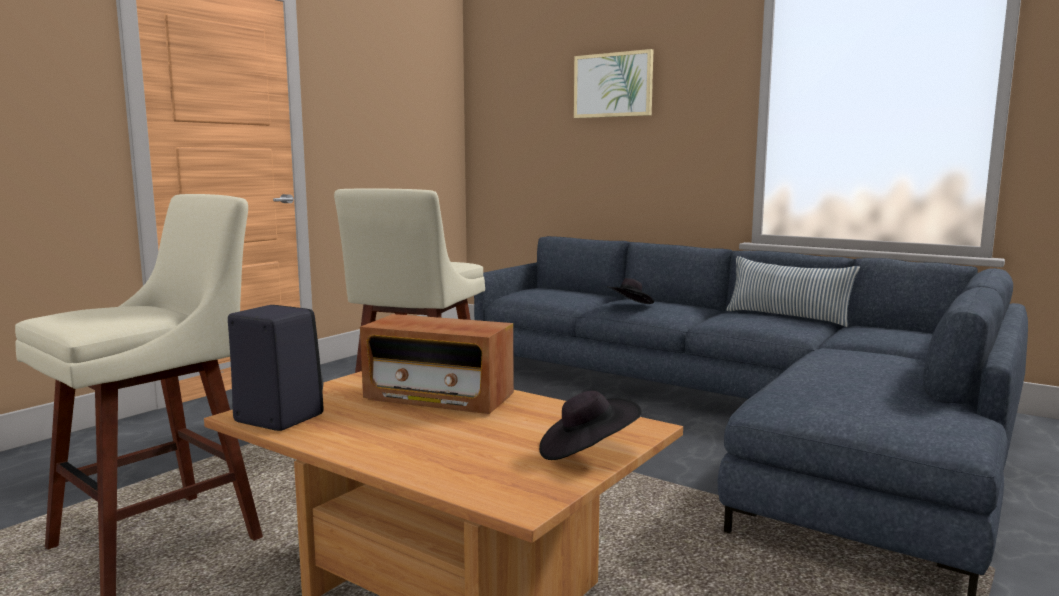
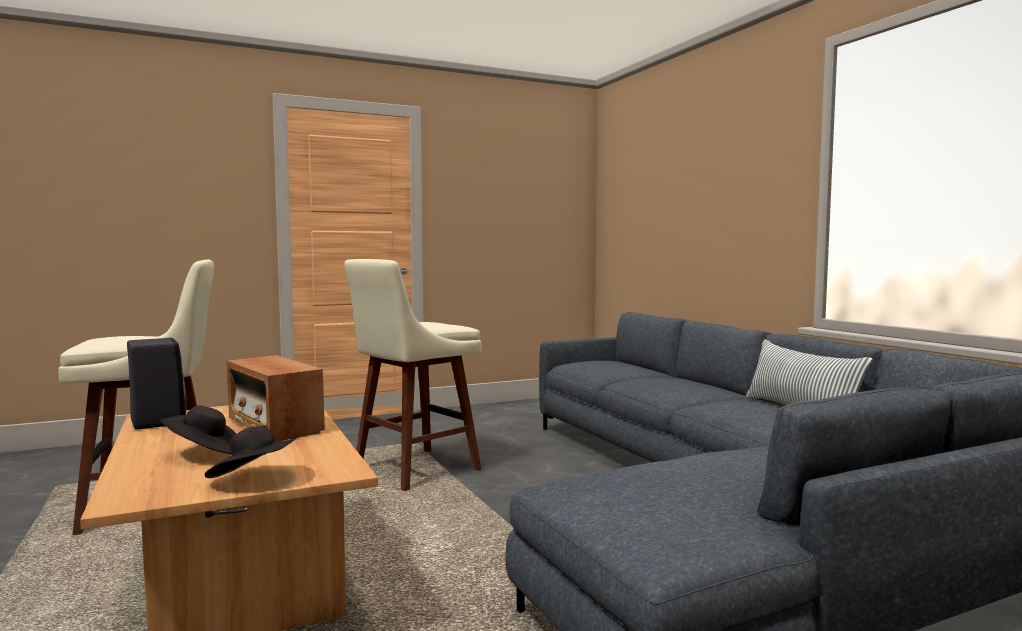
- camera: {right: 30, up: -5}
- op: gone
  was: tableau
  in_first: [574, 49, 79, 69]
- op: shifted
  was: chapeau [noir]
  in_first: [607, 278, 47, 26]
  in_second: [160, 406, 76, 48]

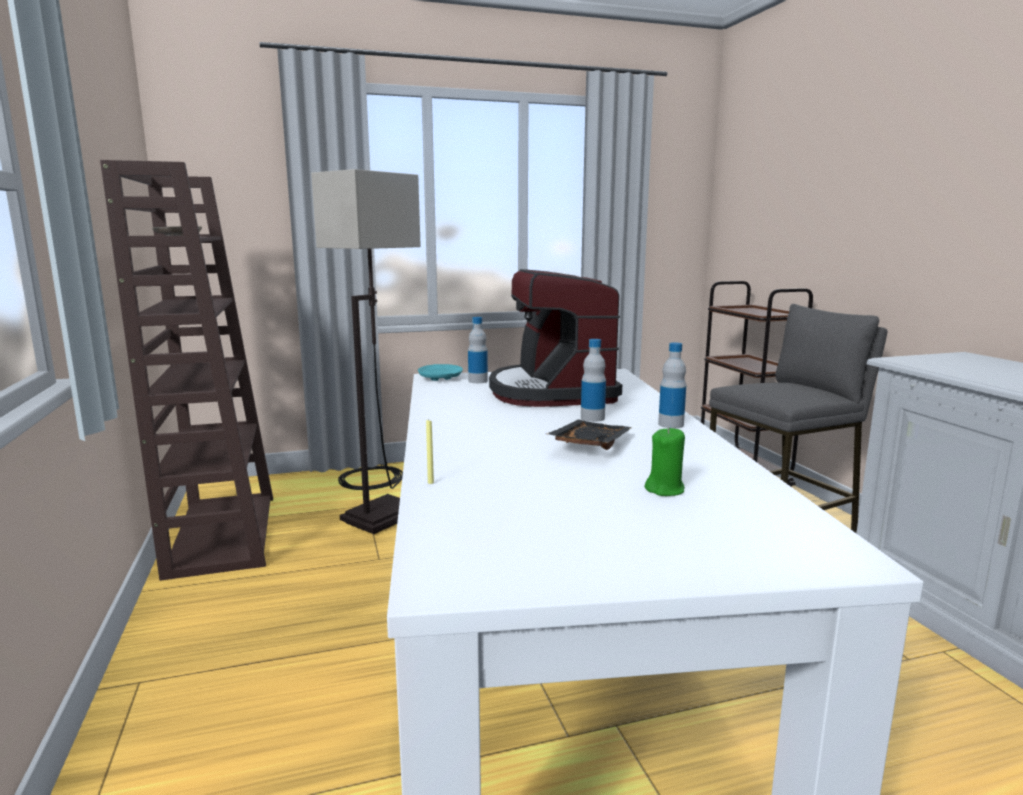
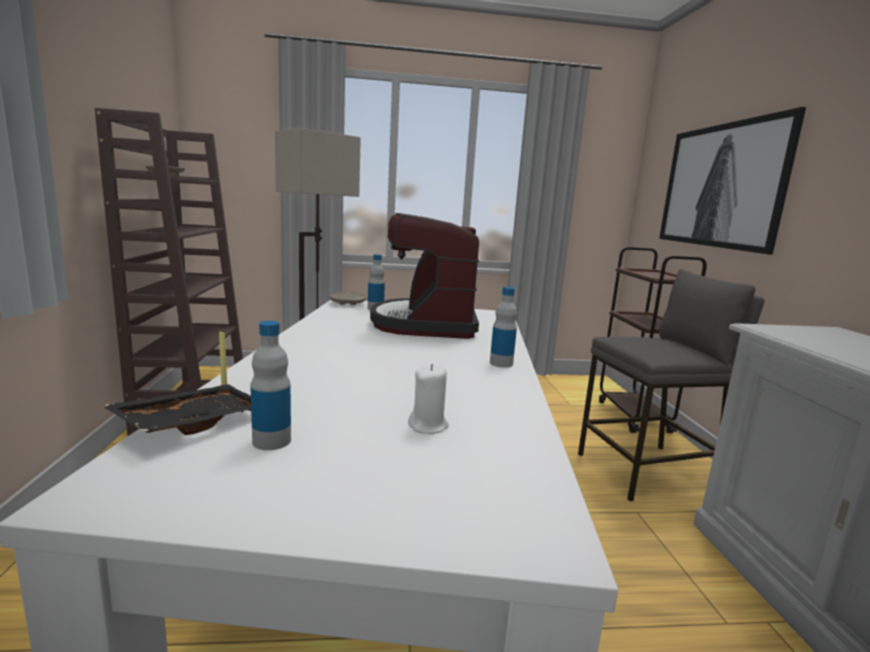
- camera: {right: 10, up: 0}
- op: repainted
  was: assiette [turquoise]
  now: assiette [beige]
  in_first: [418, 364, 45, 17]
  in_second: [329, 292, 38, 13]
- op: shifted
  was: plateau [noir]
  in_first: [546, 420, 87, 30]
  in_second: [101, 384, 150, 51]
- op: shifted
  was: bouteille
  in_first: [581, 339, 25, 83]
  in_second: [250, 321, 41, 129]
- op: repainted
  was: bougie [vert]
  now: bougie [blanc]
  in_first: [645, 427, 40, 69]
  in_second: [408, 364, 41, 70]
- op: new
  now: tableau
  in_second: [659, 107, 147, 148]

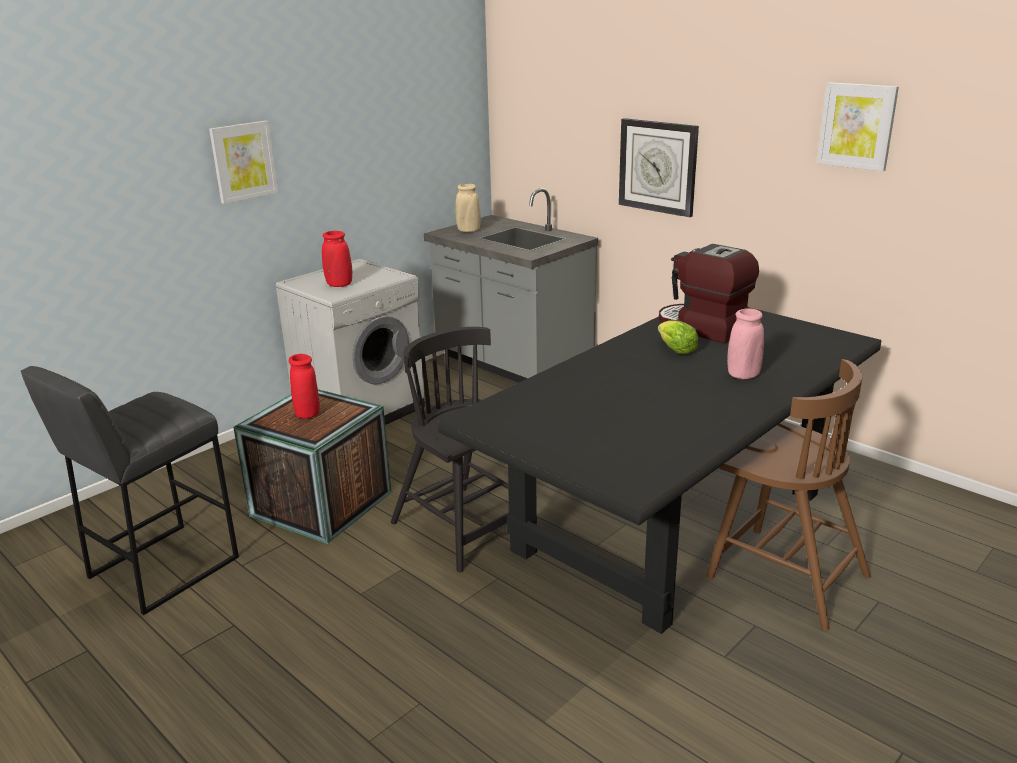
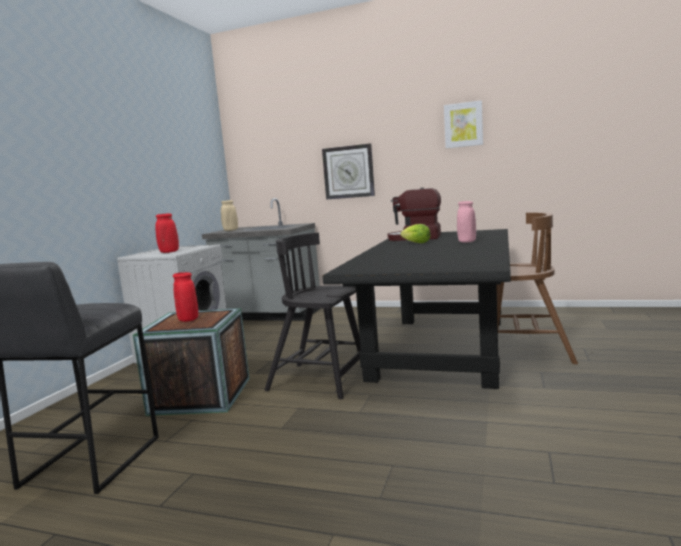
- camera: {right: -25, up: -15}
- op: gone
  was: tableau
  in_first: [209, 121, 69, 83]

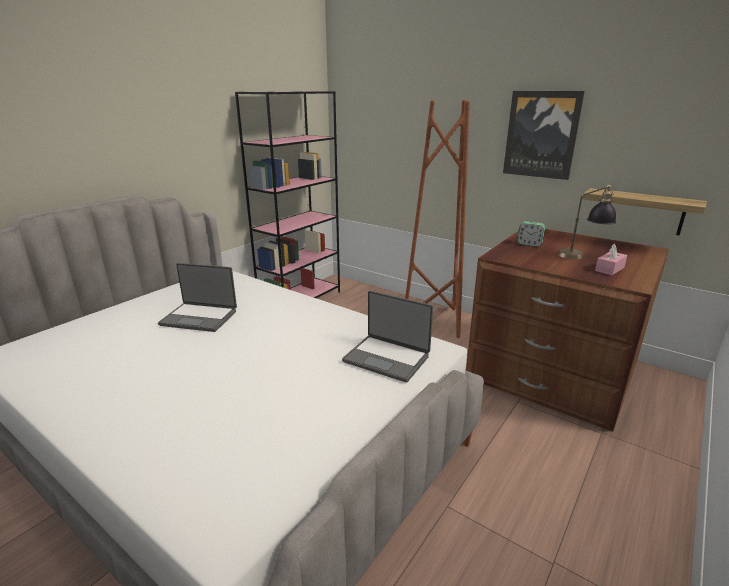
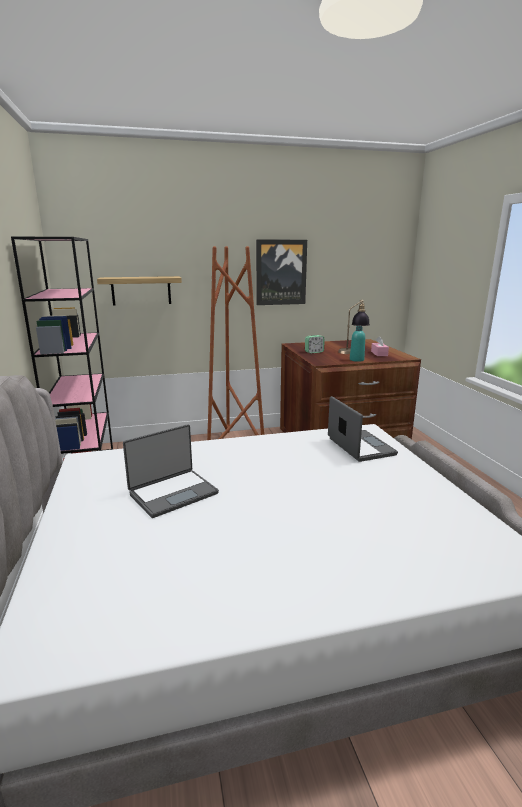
- camera: {right: -50, up: -5}
- op: rotated
  was: ordinateur portable
  in_first: [342, 291, 91, 92]
  in_second: [328, 396, 70, 66]
  clockwise: -90
- op: shifted
  was: étagère
  in_first: [582, 188, 125, 47]
  in_second: [97, 276, 85, 30]
- op: new
  now: bouteille [turquoise]
  in_second: [350, 326, 15, 36]

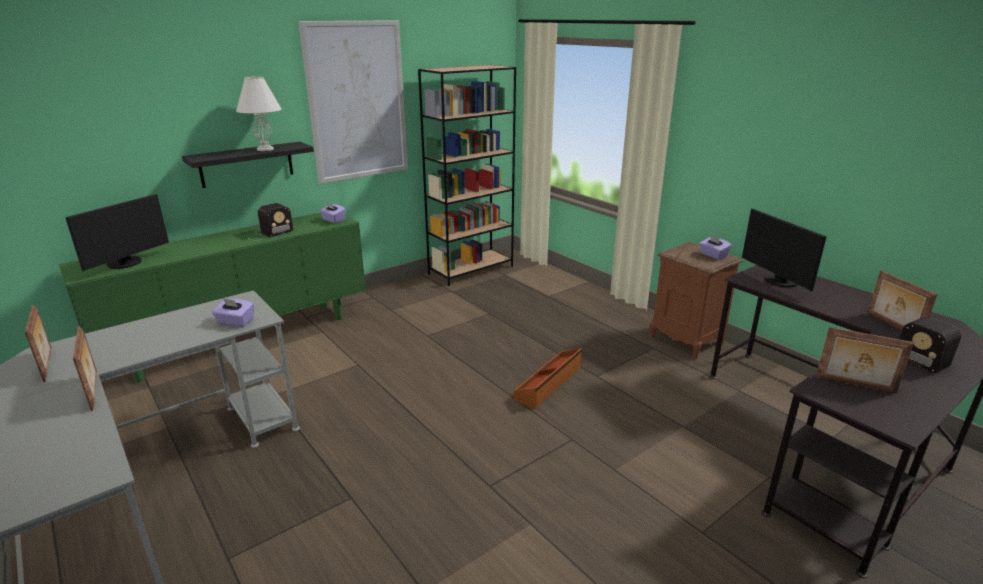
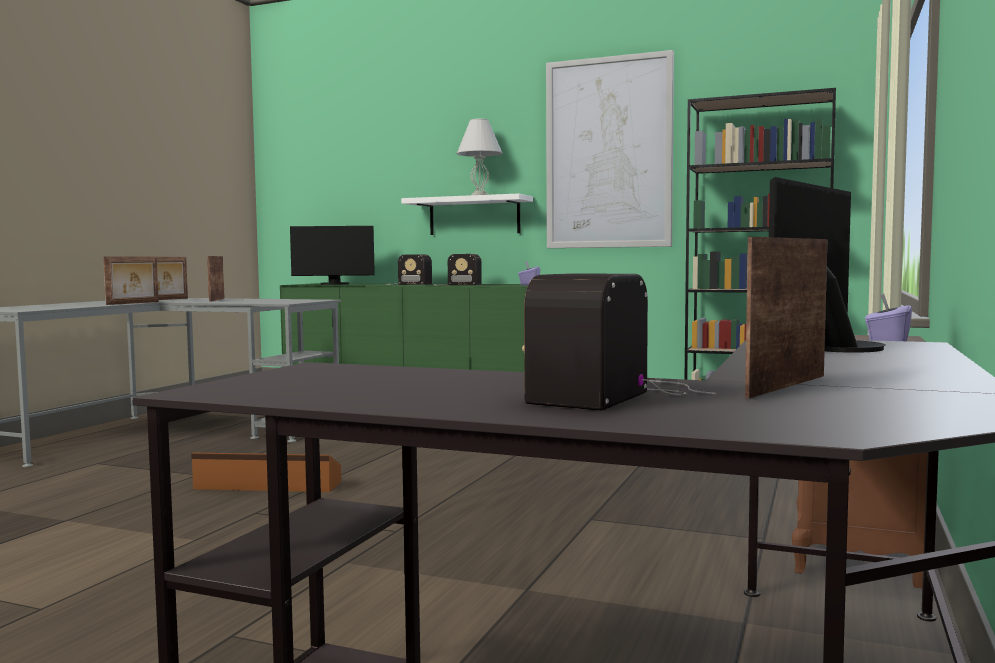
- camera: {right: 60, up: -20}
- op: repainted
  was: étagère [noir]
  now: étagère [blanc]
  in_first: [182, 142, 132, 46]
  in_second: [401, 193, 132, 42]
- op: gone
  was: boîte à mouchoirs [violet]
  in_first: [212, 298, 42, 29]
- op: shifted
  was: boîte de rangement [marron]
  in_first: [514, 348, 68, 61]
  in_second: [191, 453, 150, 39]
- op: shifted
  was: cadre photo
  in_first: [816, 327, 98, 66]
  in_second: [207, 256, 18, 46]
- op: new
  now: radio
  in_second: [385, 254, 47, 31]

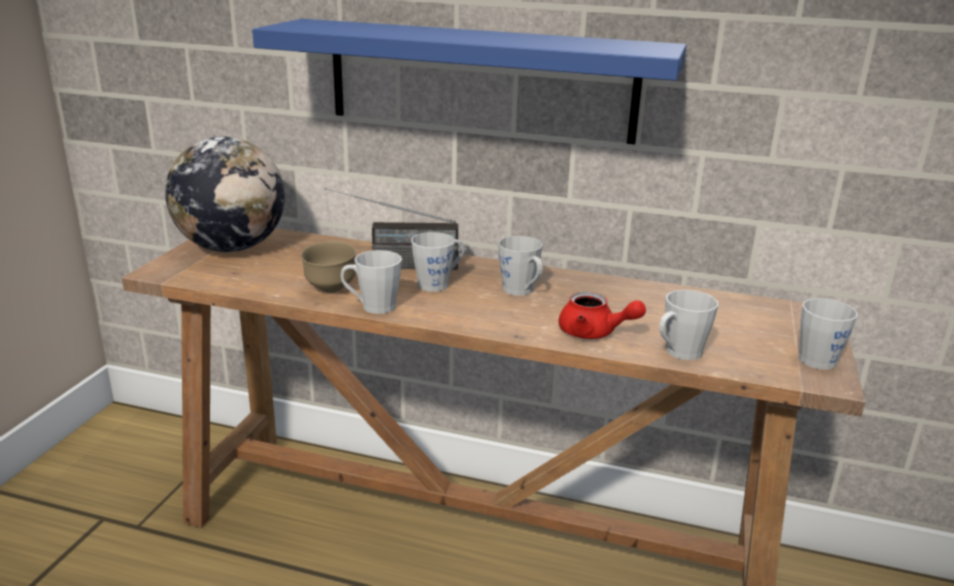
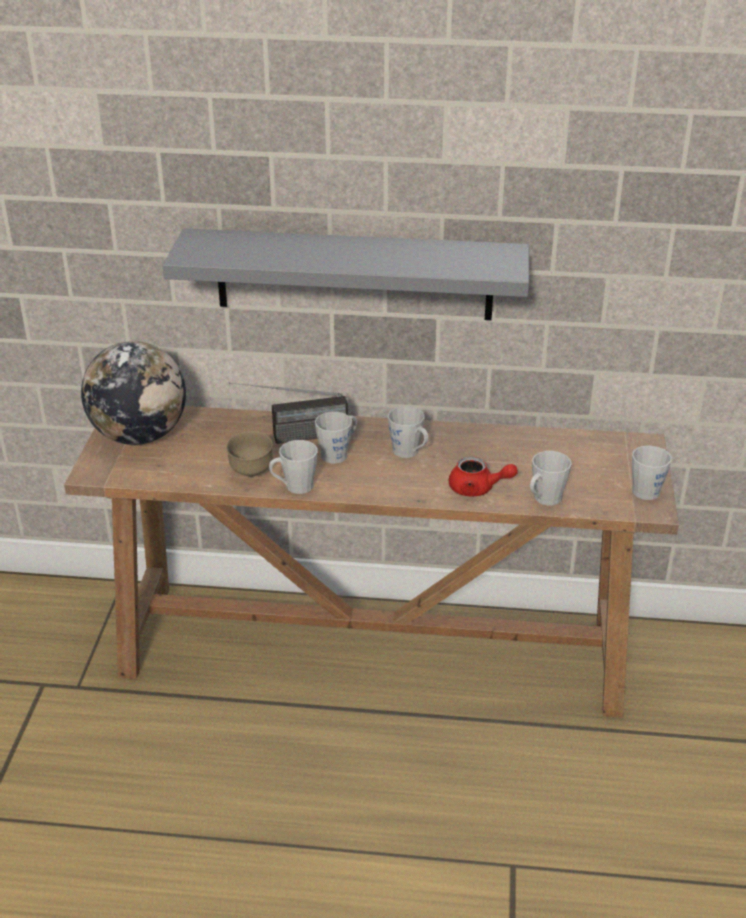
- camera: {right: -10, up: 10}
- op: repainted
  was: étagère [bleu]
  now: étagère [gris]
  in_first: [252, 19, 435, 126]
  in_second: [162, 228, 367, 92]

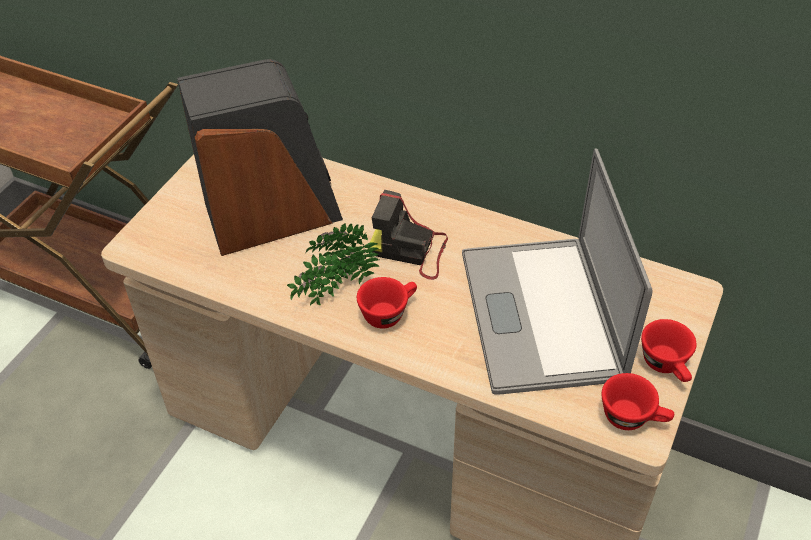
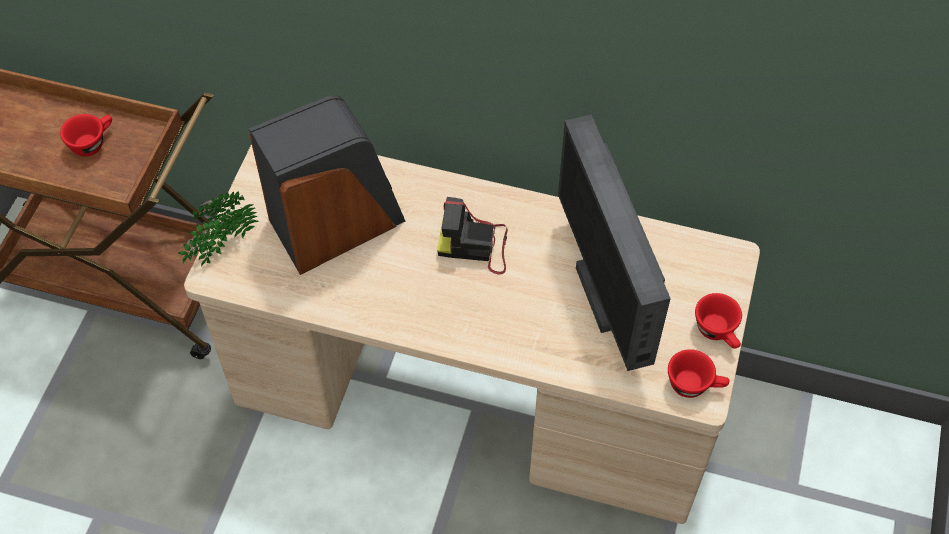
- camera: {right: -10, up: 10}
- op: shifted
  was: plante en pot
  in_first: [287, 223, 92, 83]
  in_second: [178, 191, 80, 76]
- op: shifted
  was: tasse [rouge]
  in_first: [357, 277, 60, 51]
  in_second: [60, 114, 52, 42]
- op: swapped
  was: ordinateur portable
  now: écran d'ordinateur
  in_first: [462, 148, 191, 247]
  in_second: [558, 115, 113, 256]

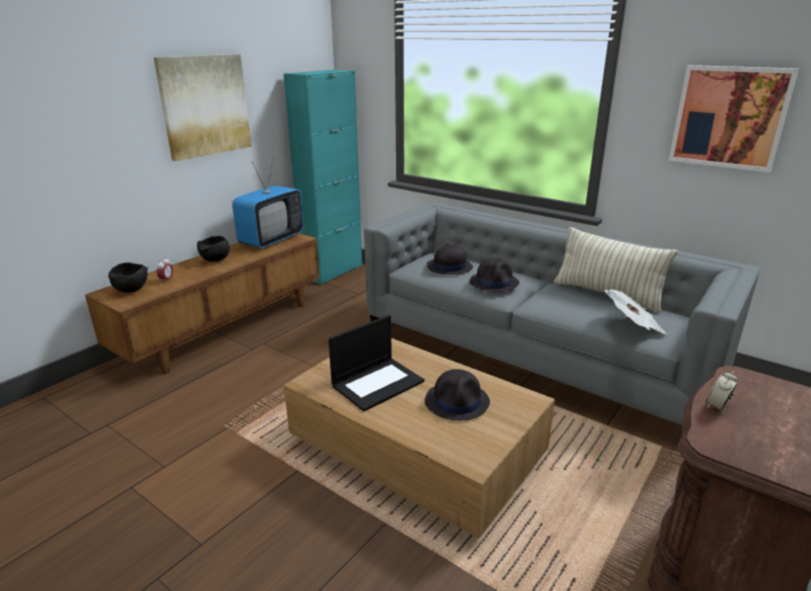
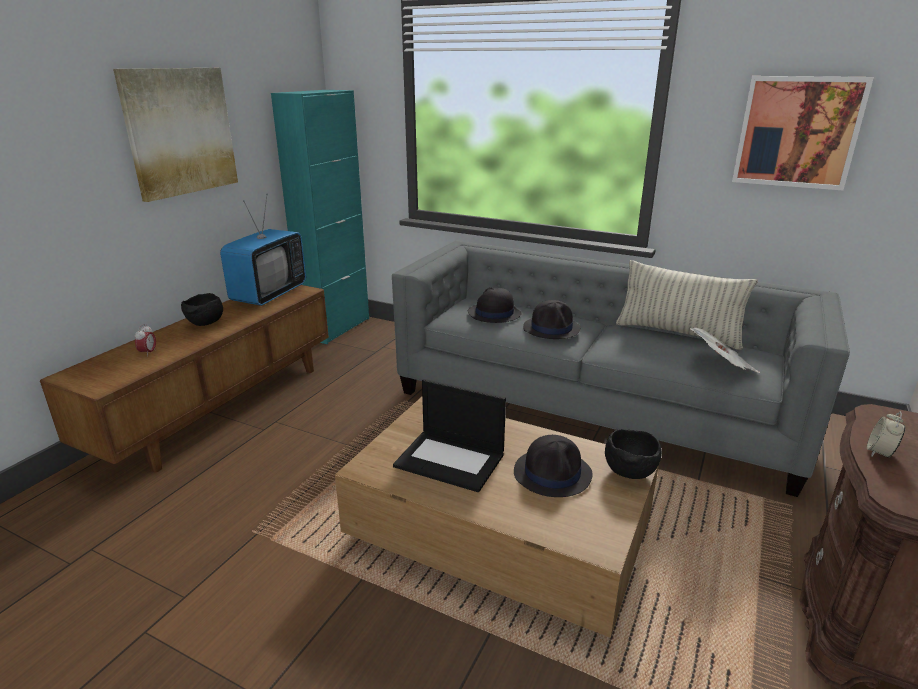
- camera: {right: -10, up: 0}
- op: shifted
  was: bol [noir]
  in_first: [108, 262, 40, 31]
  in_second: [605, 429, 57, 50]
- op: rotated
  was: ordinateur portable
  in_first: [328, 315, 96, 96]
  in_second: [393, 379, 113, 113]
  clockwise: 75

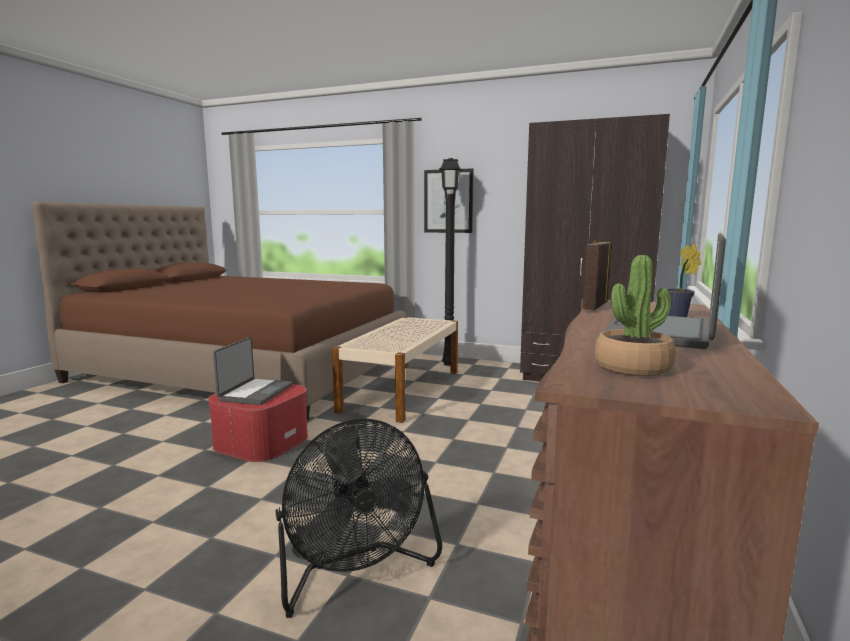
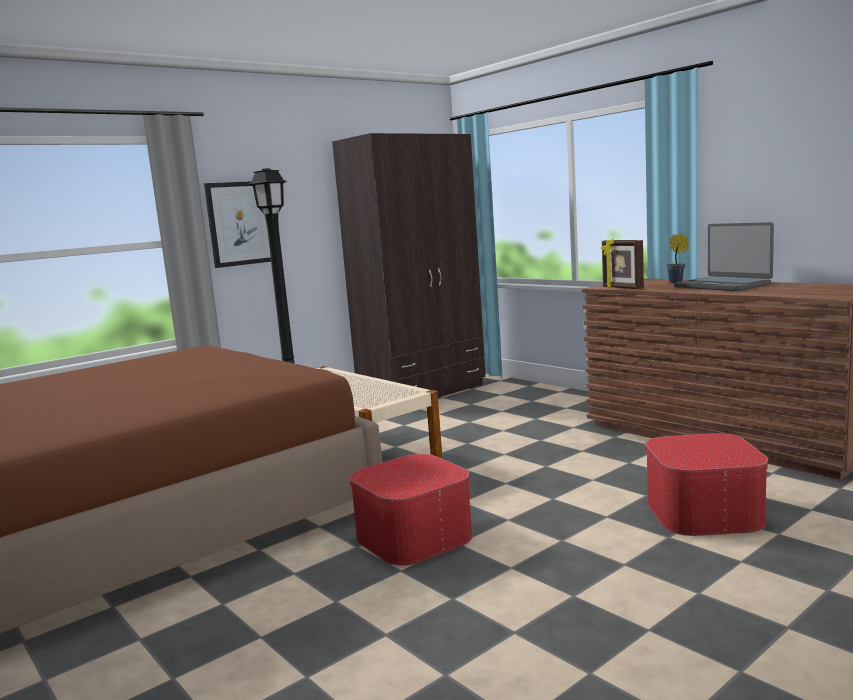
- camera: {right: -60, up: 0}
- op: gone
  was: ordinateur portable
  in_first: [213, 337, 80, 68]
- op: swapped
  was: ventilateur [noir]
  now: pouf
  in_first: [276, 419, 166, 199]
  in_second: [645, 433, 123, 103]
- op: gone
  was: plante en pot
  in_first: [595, 255, 81, 121]

